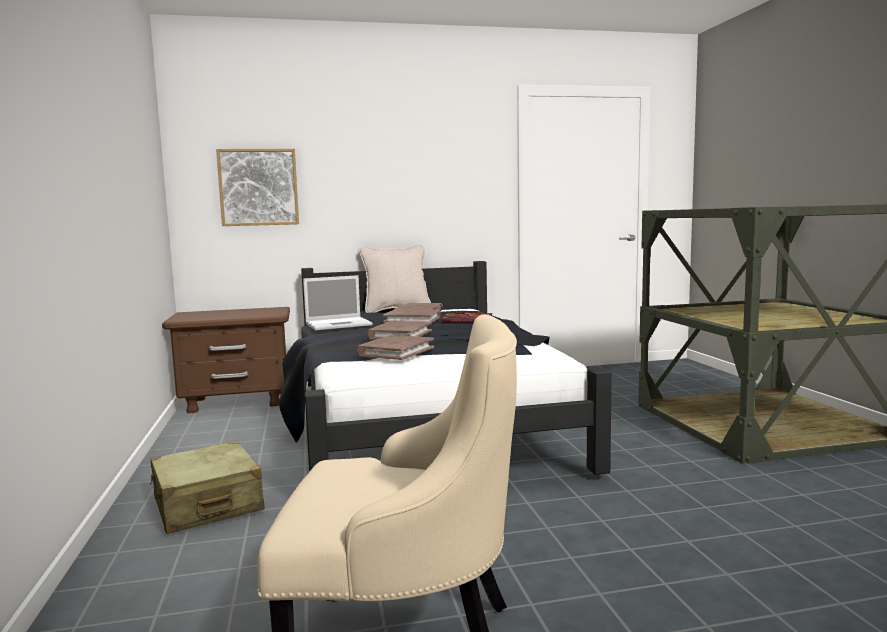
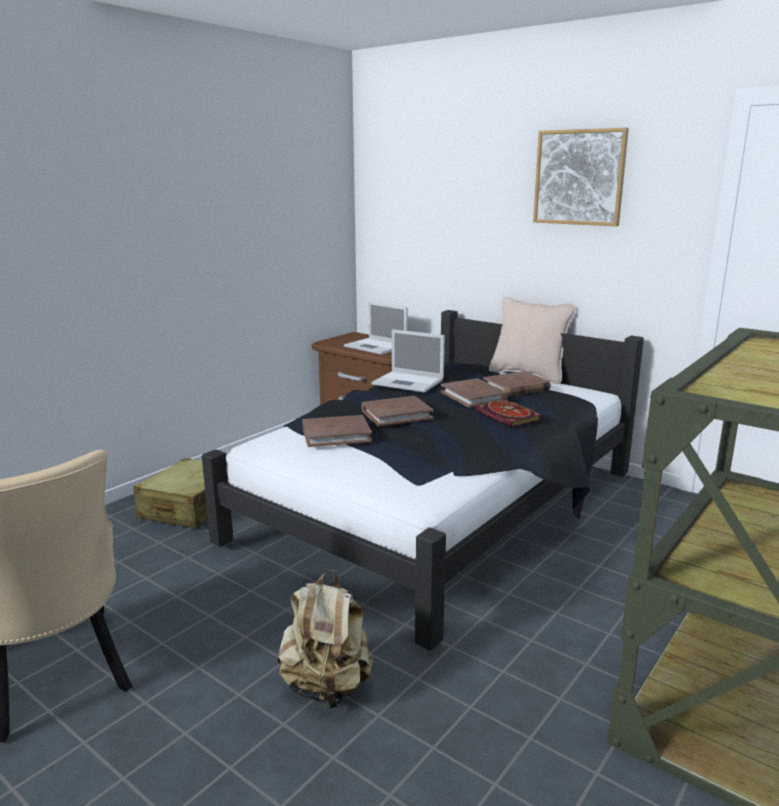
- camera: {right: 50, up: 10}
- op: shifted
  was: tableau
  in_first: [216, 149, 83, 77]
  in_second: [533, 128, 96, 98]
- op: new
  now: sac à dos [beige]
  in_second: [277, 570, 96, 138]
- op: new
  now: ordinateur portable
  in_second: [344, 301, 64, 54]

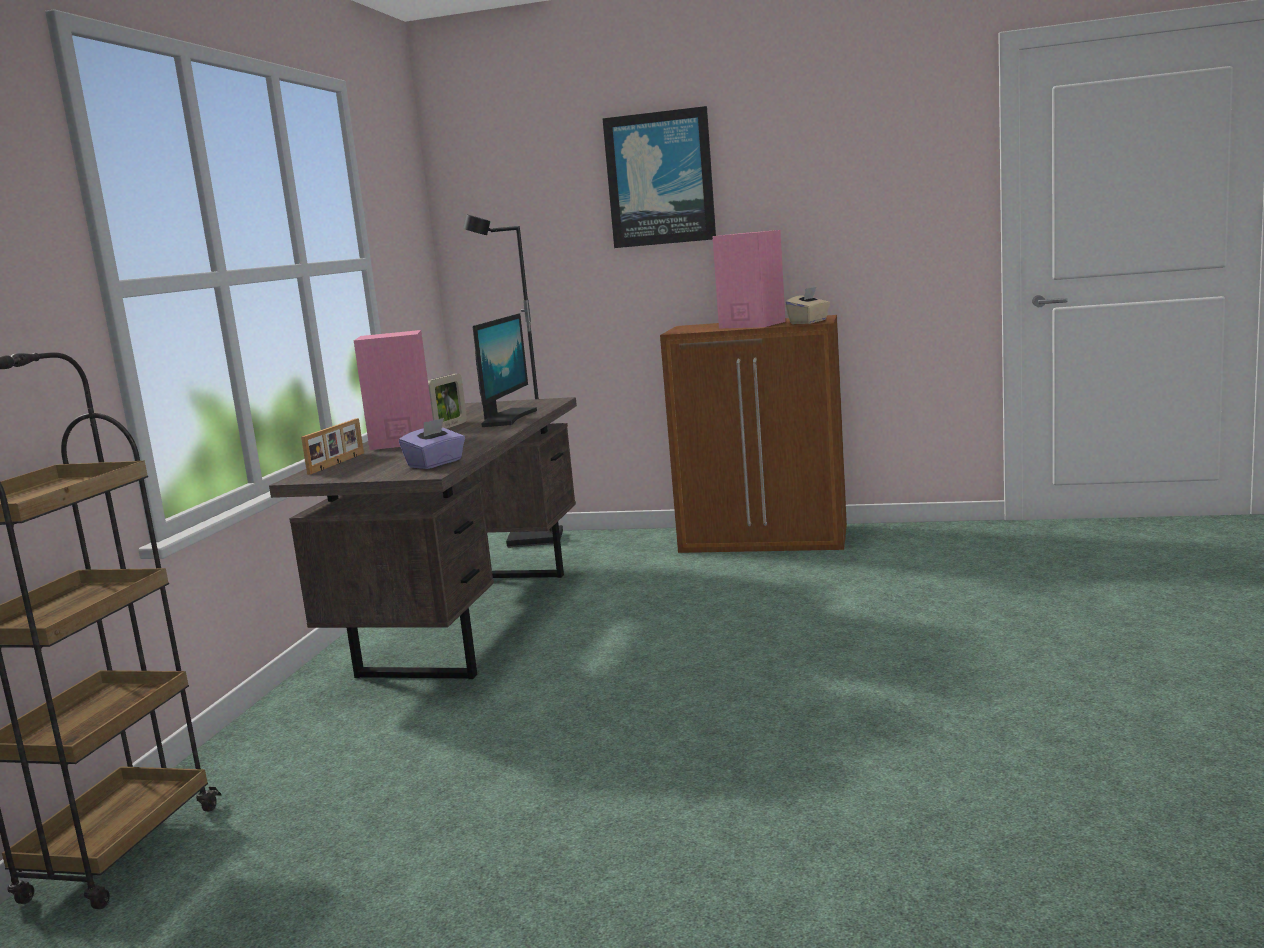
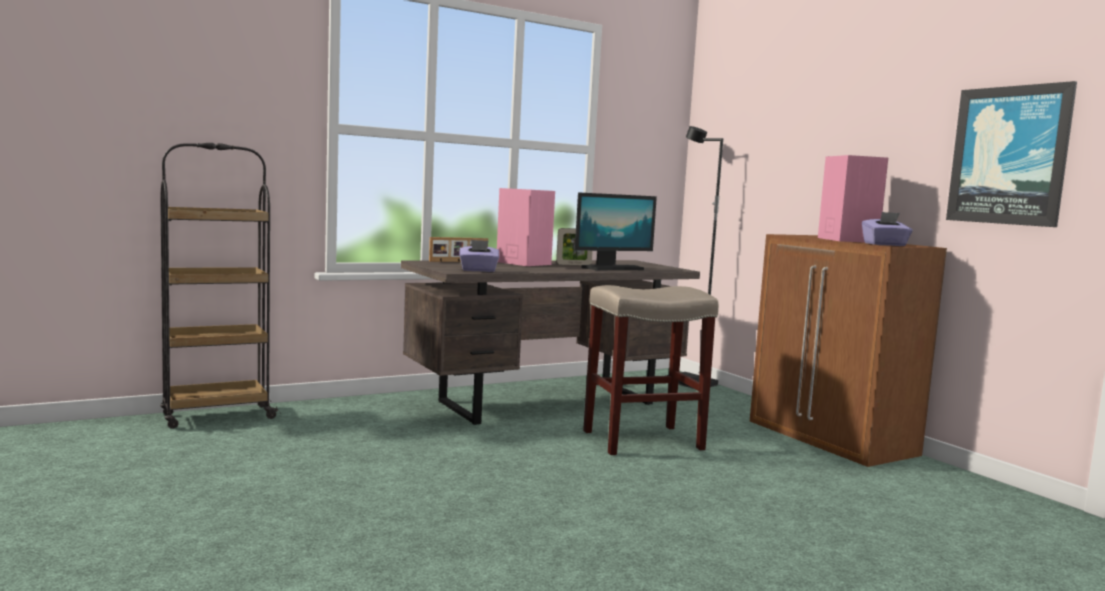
- camera: {right: 45, up: -5}
- op: shifted
  was: tableau
  in_first: [602, 106, 114, 142]
  in_second: [946, 81, 131, 146]
- op: repainted
  was: boîte à mouchoirs [beige]
  now: boîte à mouchoirs [violet]
  in_first: [785, 287, 45, 37]
  in_second: [862, 212, 51, 34]
- op: new
  now: tabouret [beige]
  in_second: [583, 285, 136, 170]

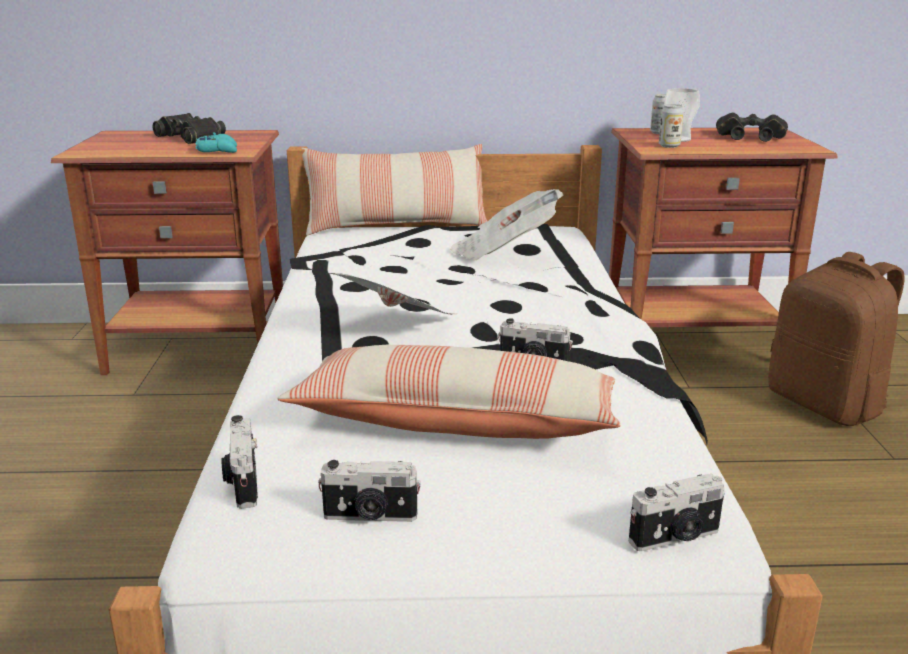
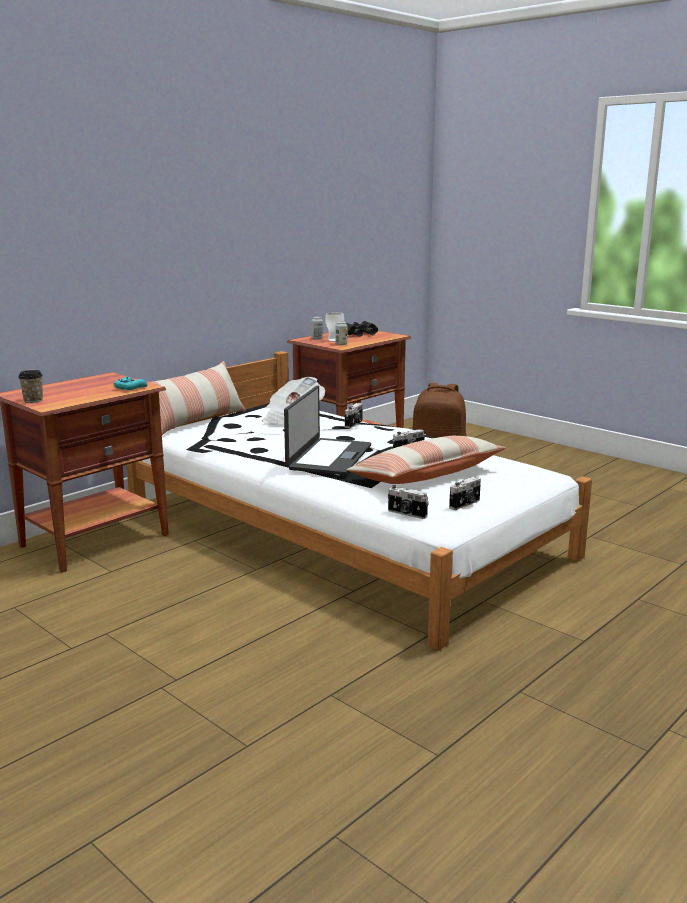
- camera: {right: -45, up: -5}
- op: gone
  was: jumelles [noir]
  in_first: [153, 113, 73, 31]
- op: swapped
  was: journal
  now: ordinateur portable
  in_first: [328, 273, 128, 42]
  in_second: [284, 386, 87, 89]
- op: shifted
  was: appareil photo
  in_first: [629, 473, 96, 78]
  in_second: [345, 403, 18, 25]
- op: new
  now: tasse
  in_second: [18, 370, 25, 33]

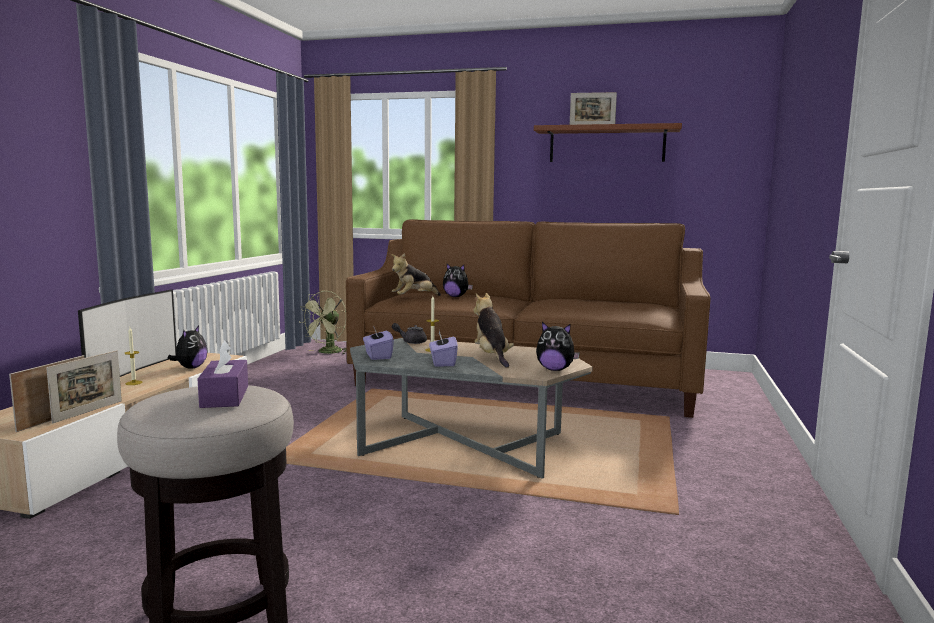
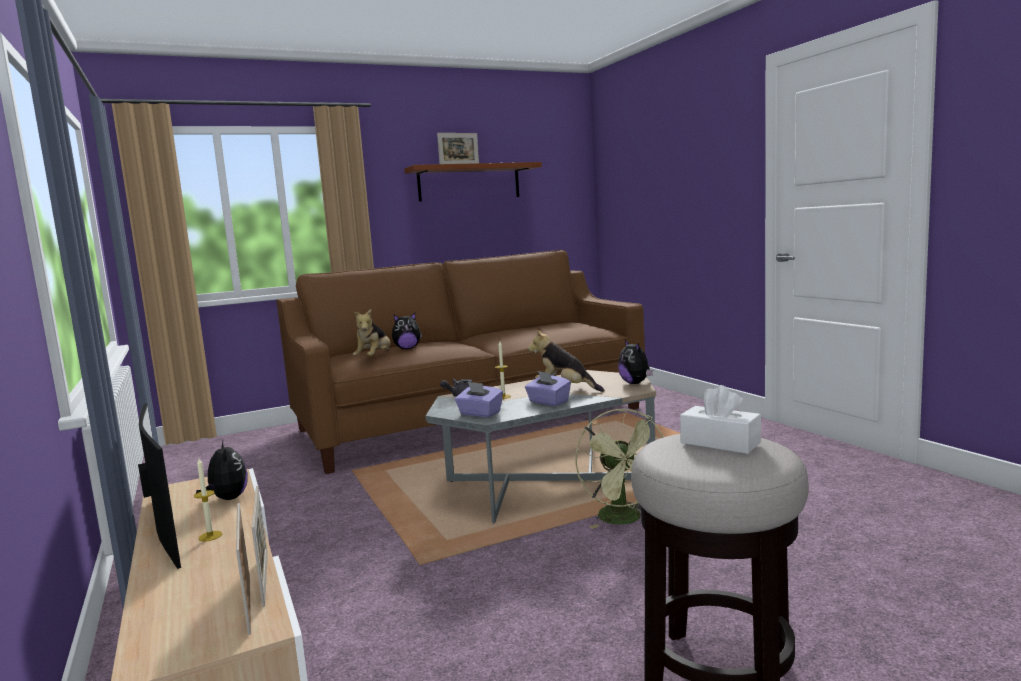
- camera: {right: -40, up: 0}
- op: repainted
  was: boîte à mouchoirs [violet]
  now: boîte à mouchoirs [blanc]
  in_first: [198, 340, 50, 68]
  in_second: [680, 385, 81, 69]
- op: shifted
  was: ventilateur [vert]
  in_first: [300, 290, 47, 64]
  in_second: [575, 409, 89, 120]
- op: rotated
  was: peluche
  in_first: [536, 322, 44, 49]
  in_second: [618, 340, 35, 44]
  clockwise: 90

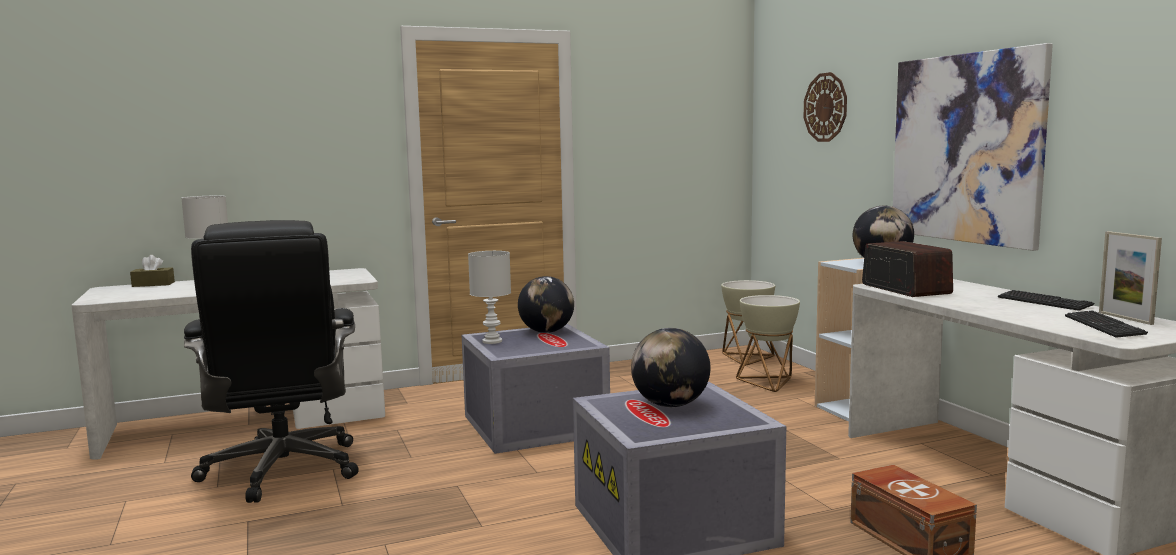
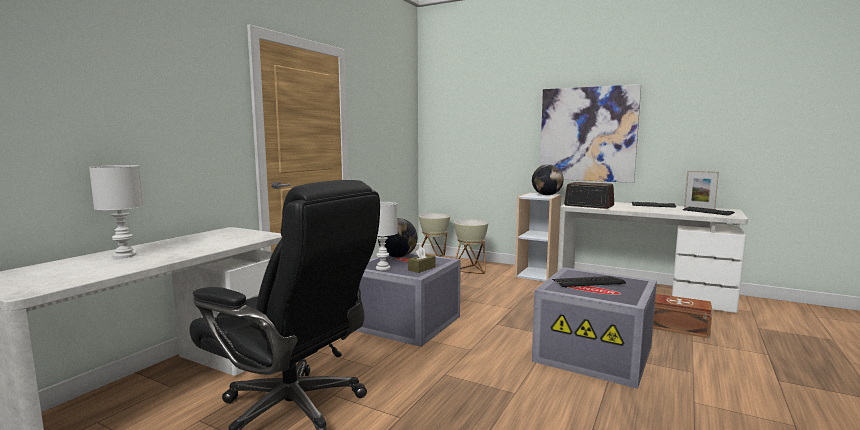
- camera: {right: -40, up: 0}
- op: shifted
  was: boîte à mouchoirs [marron]
  in_first: [130, 255, 45, 32]
  in_second: [408, 247, 27, 26]
- op: swapped
  was: globe
  now: clavier
  in_first: [631, 328, 79, 79]
  in_second: [552, 276, 74, 11]
- op: gone
  was: horloge murale
  in_first: [804, 72, 43, 70]

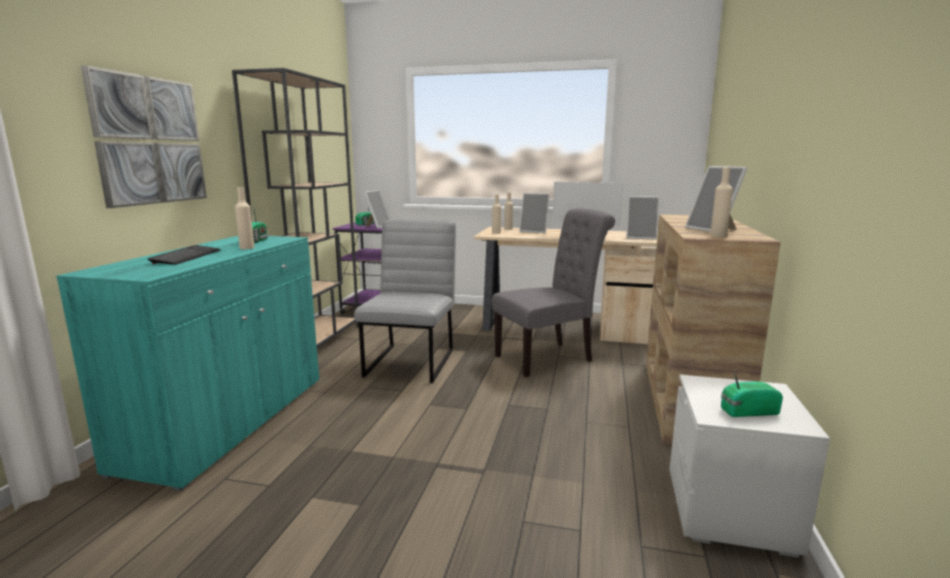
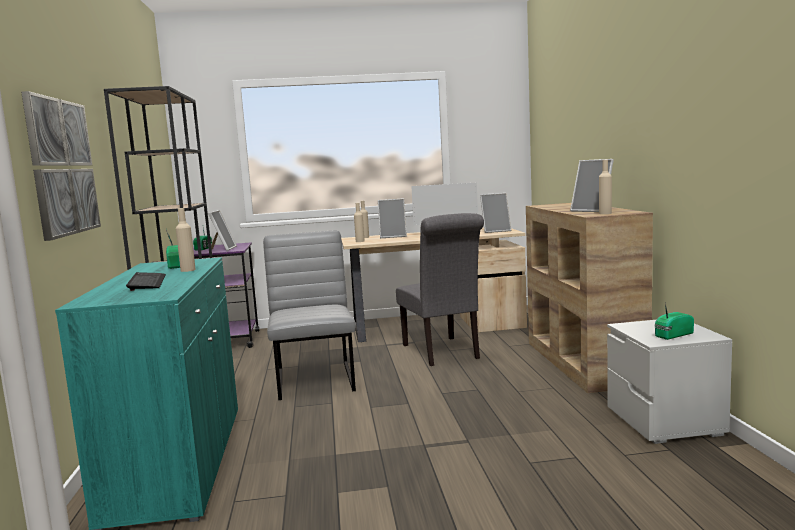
- camera: {right: -20, up: -5}
- op: rotated
  was: chaise [gris]
  in_first: [492, 208, 123, 169]
  in_second: [396, 213, 88, 153]
  clockwise: 120

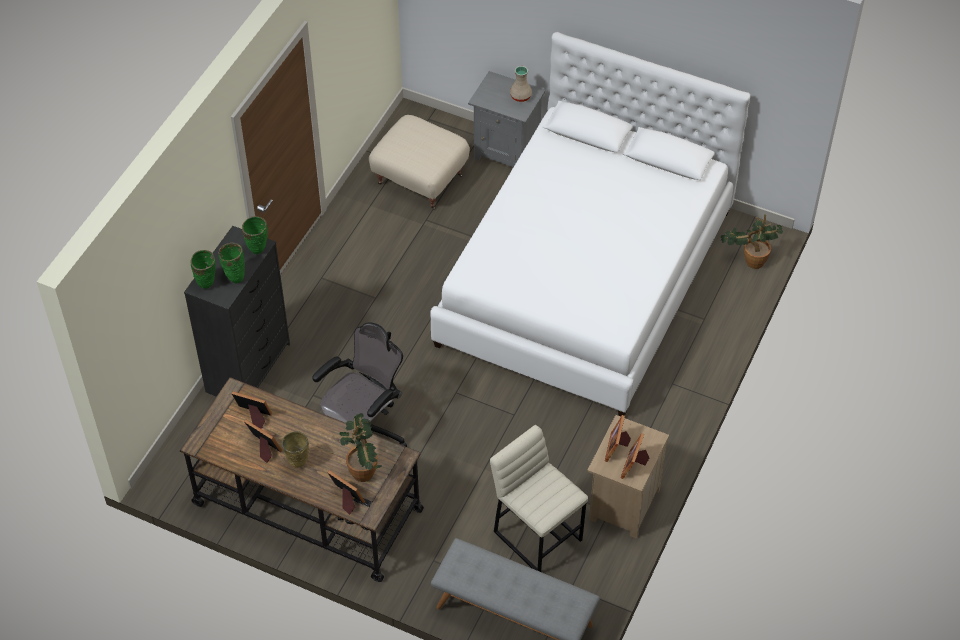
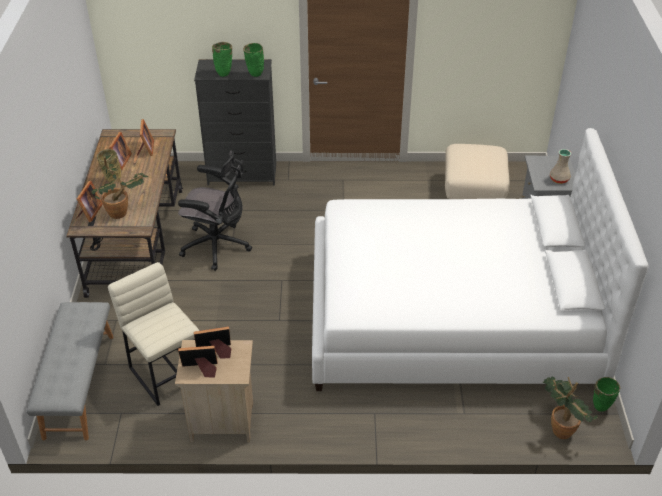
- camera: {right: 65, up: -10}
- op: shifted
  was: vase [vert]
  in_first: [191, 250, 25, 39]
  in_second: [593, 377, 27, 35]
- op: rotated
  was: chaise [beige]
  in_first: [490, 425, 98, 147]
  in_second: [108, 262, 91, 144]
  clockwise: -60

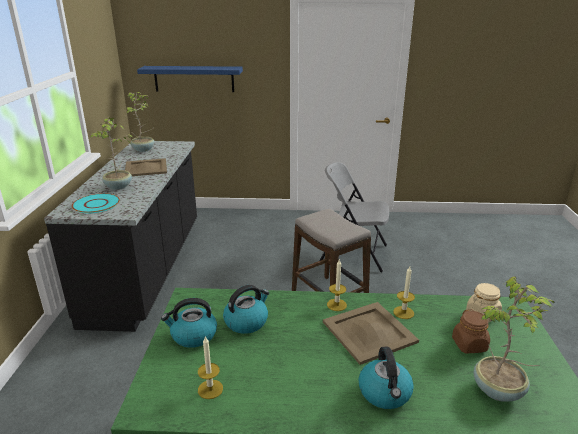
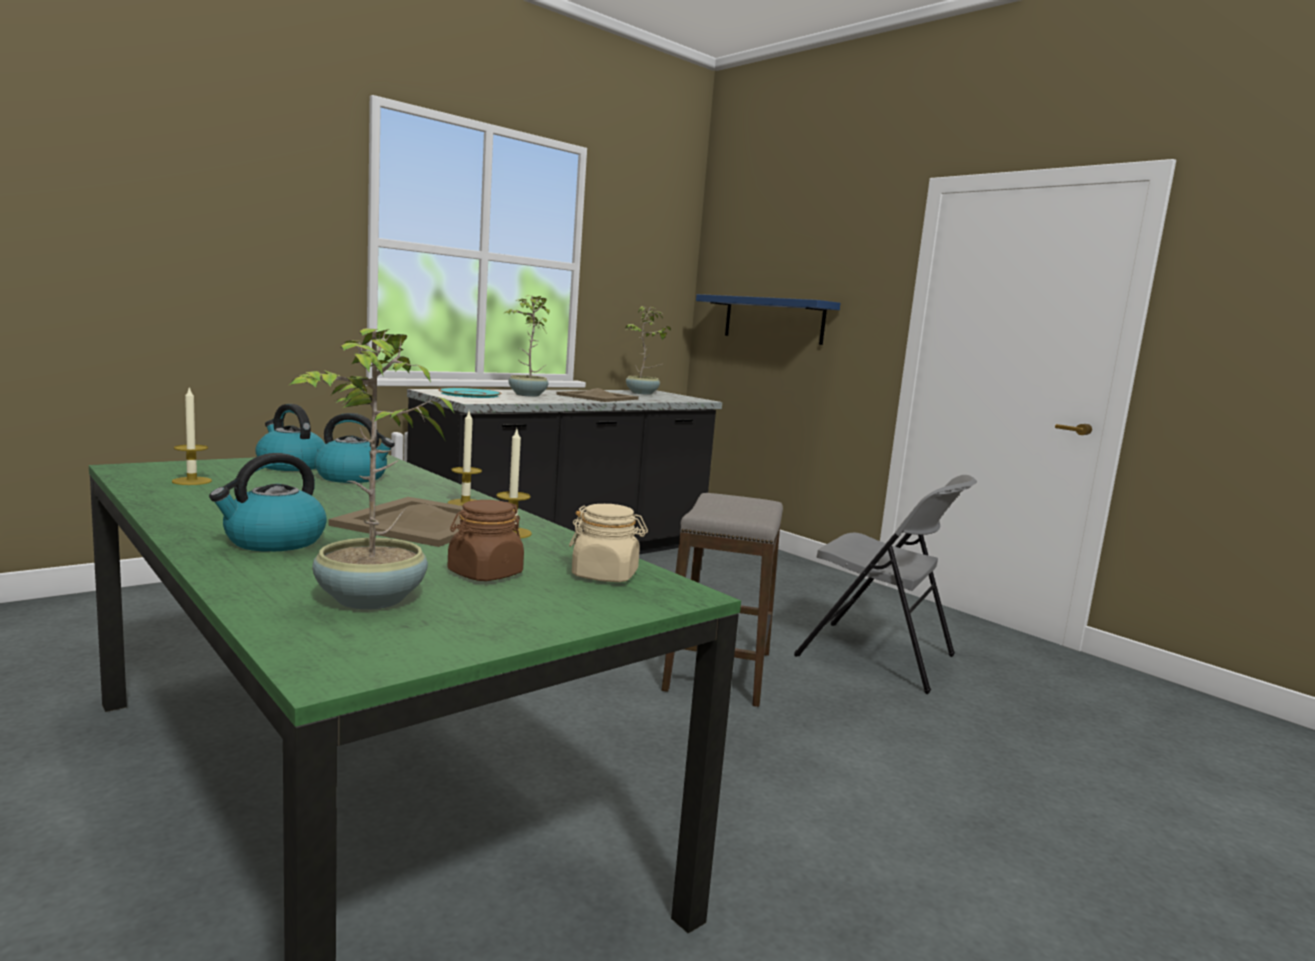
- camera: {right: 45, up: -15}
- op: rotated
  was: chaise [gris]
  in_first: [319, 162, 70, 110]
  in_second: [794, 475, 183, 219]
  clockwise: 150

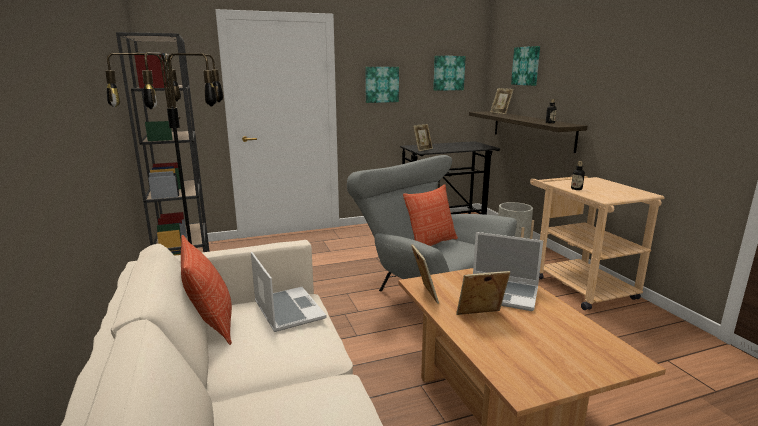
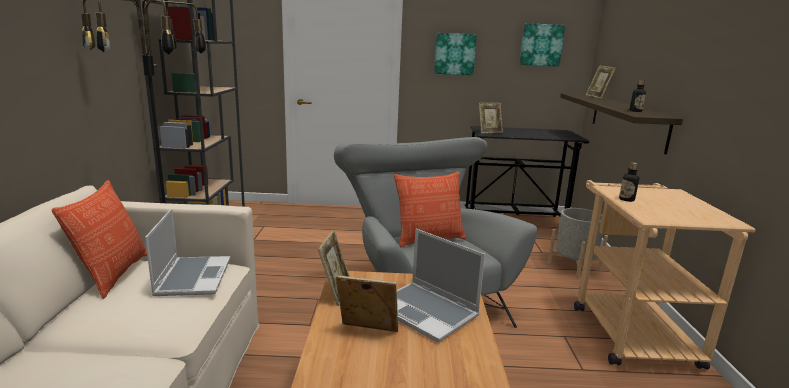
- camera: {right: 20, up: 0}
- op: gone
  was: tableau
  in_first: [511, 46, 29, 40]

